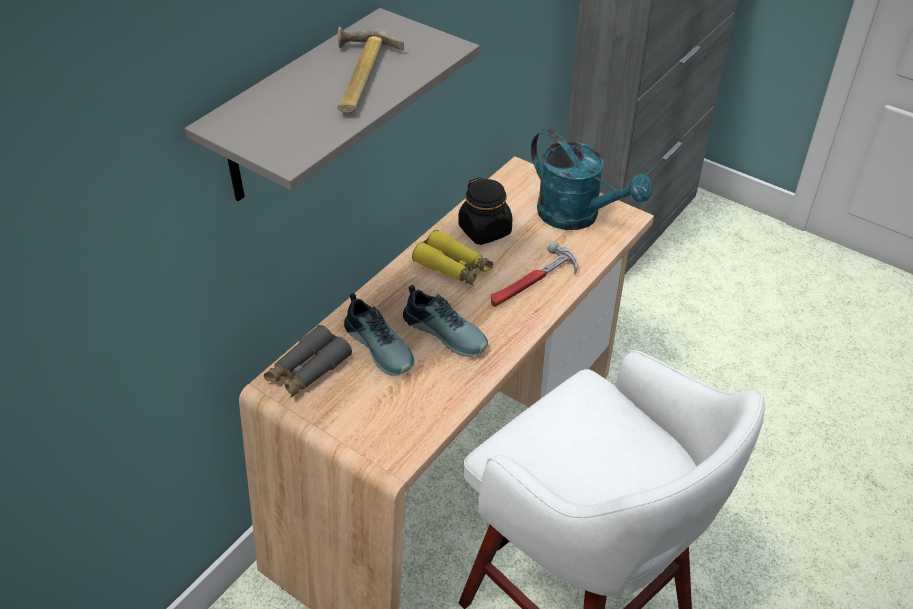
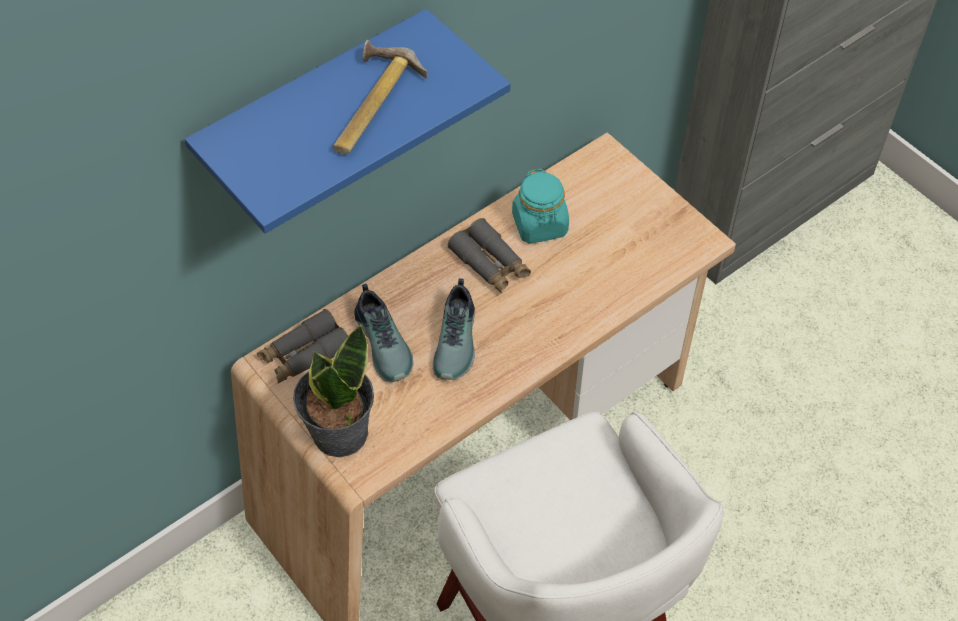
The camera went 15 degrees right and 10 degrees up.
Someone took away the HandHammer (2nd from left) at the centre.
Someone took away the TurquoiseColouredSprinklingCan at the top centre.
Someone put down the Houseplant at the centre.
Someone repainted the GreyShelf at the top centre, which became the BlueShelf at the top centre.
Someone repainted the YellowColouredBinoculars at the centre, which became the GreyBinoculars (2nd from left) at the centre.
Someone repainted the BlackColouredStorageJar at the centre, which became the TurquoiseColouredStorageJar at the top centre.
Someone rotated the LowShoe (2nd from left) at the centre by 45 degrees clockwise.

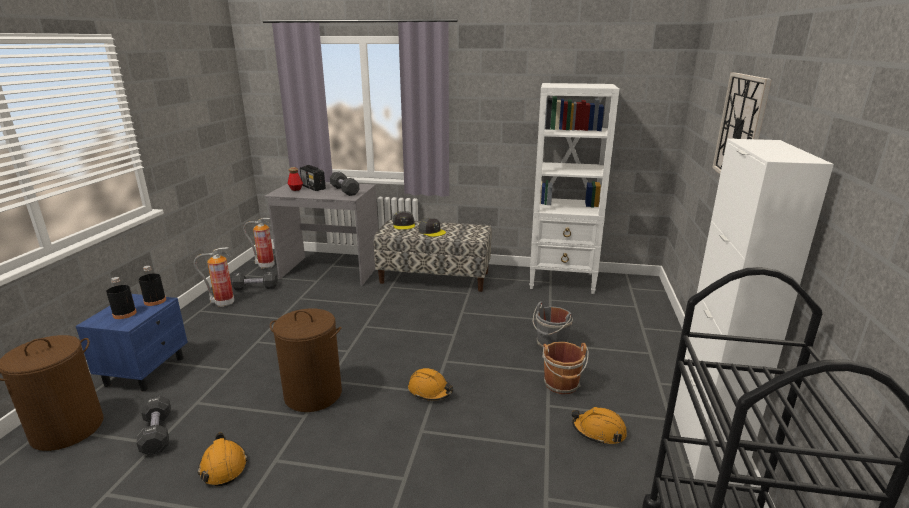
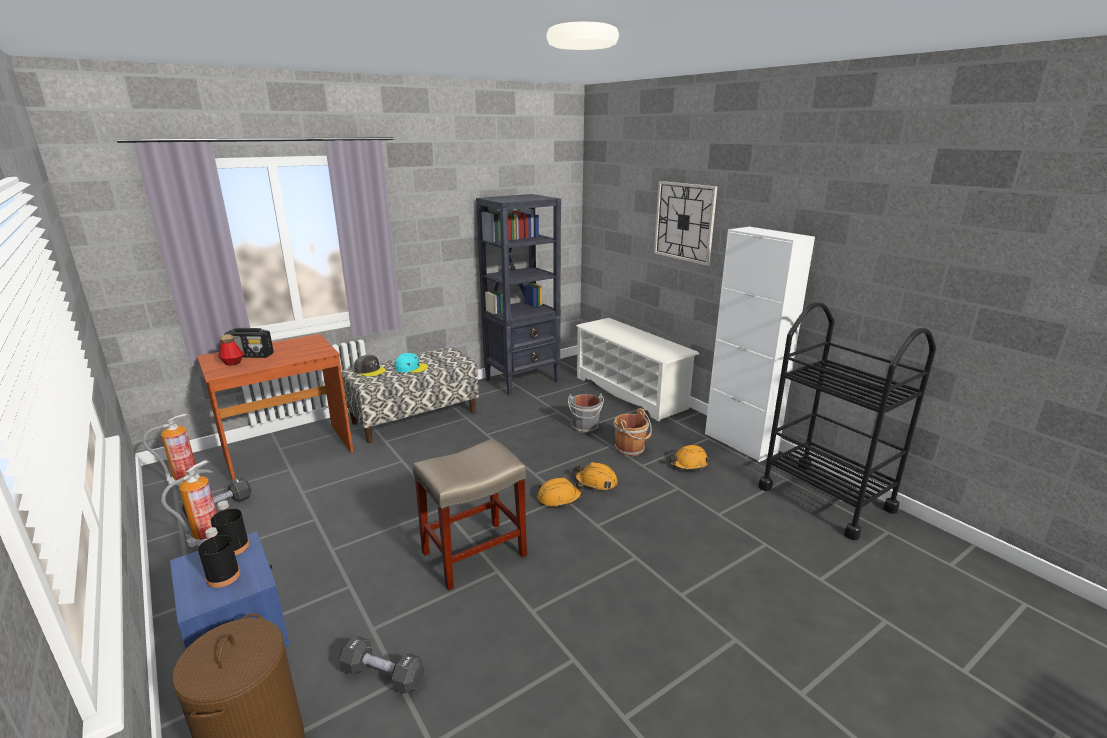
The camera went 45 degrees left and 0 degrees up.
Someone took away the BlackColouredHandWeight (3rd from left) at the centre.
Someone put down the WhitishShoeRack at the centre.
Someone carried the OrangeWorkHelmet (1st from left in the first image) from the bottom left to the centre.
Someone swapped the BrownHamper (2nd from left) at the bottom centre for the SandColouredStool at the bottom centre.
Someone repainted the GreyDesk at the centre, which became the BrownDesk at the middle left.
Someone repainted the GreyCap (2nd from left) at the centre, which became the TurquoiseColouredCap at the centre.
Someone repainted the WhitishShelvingUnit at the centre, which became the BlackColouredShelvingUnit at the centre.

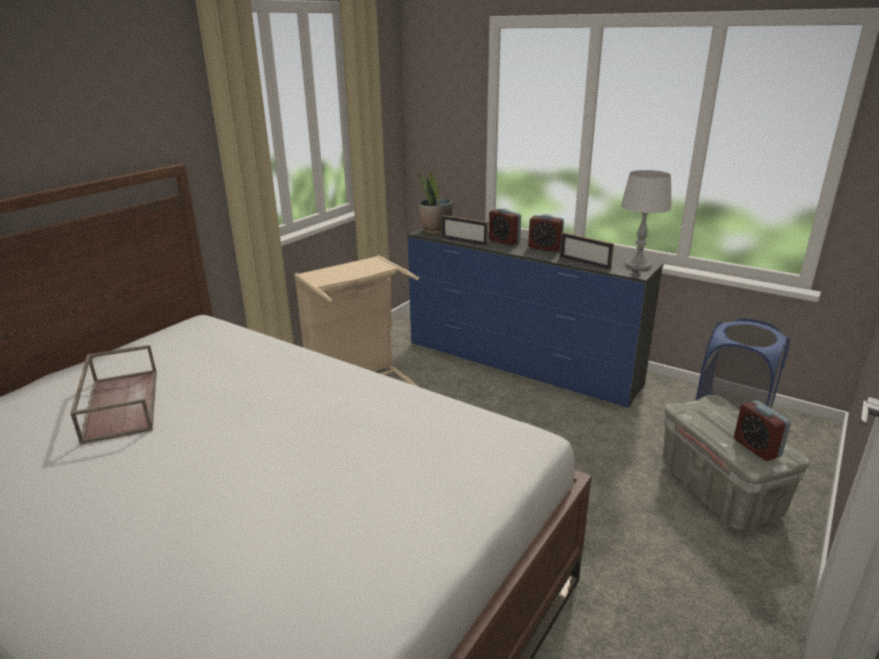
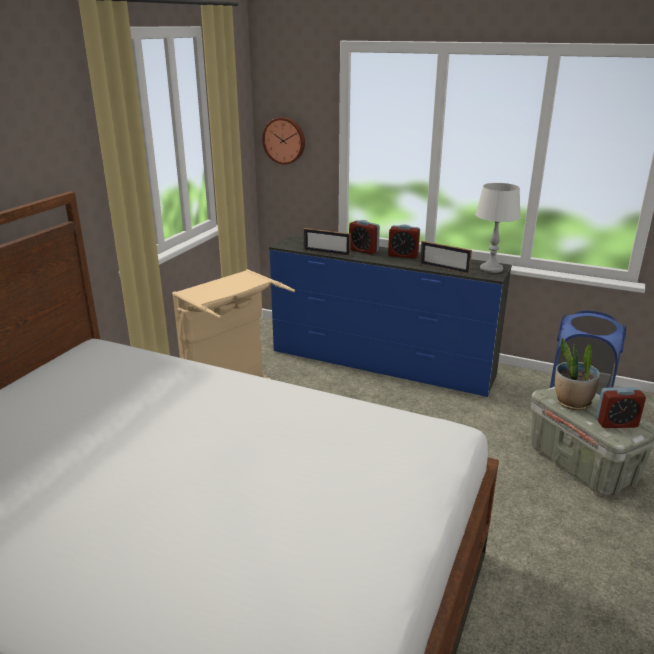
The camera went 10 degrees left and 0 degrees up.
Someone took away the BrownServingTray at the middle left.
Someone put up the ClockOnTheWall at the top centre.
Someone carried the Houseplant from the top centre to the middle right.
Someone rotated the AlarmClock (3rd from left) at the middle right by 60 degrees counterclockwise.

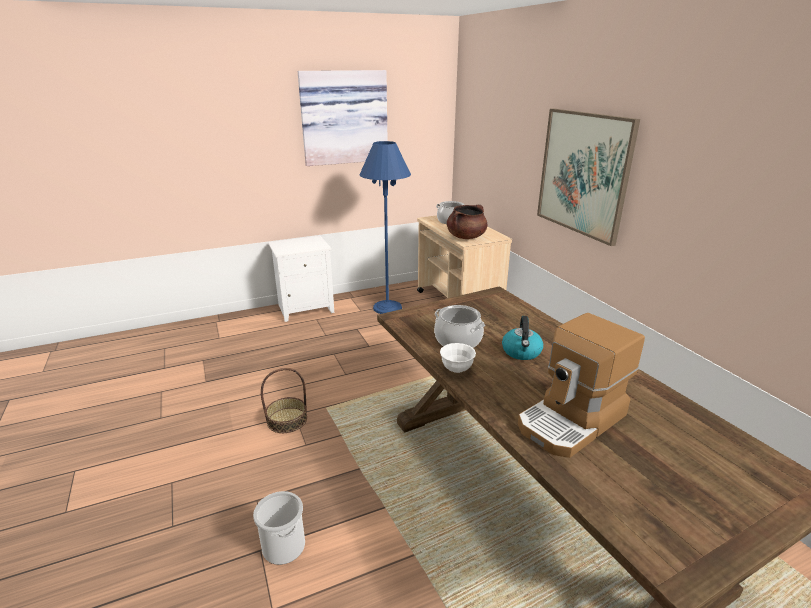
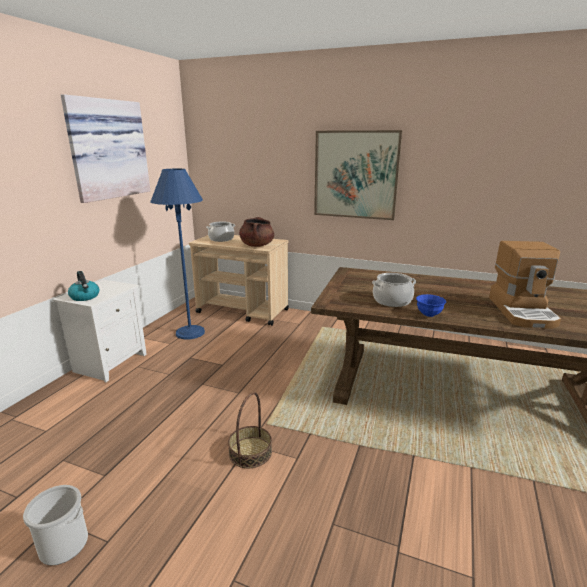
The camera went 45 degrees left and 5 degrees down.
Someone carried the WaterBucket from the bottom centre to the bottom left.
Someone carried the Kettle from the centre to the middle left.
Someone repainted the WhitishBowl at the centre, which became the BlueBowl at the middle right.

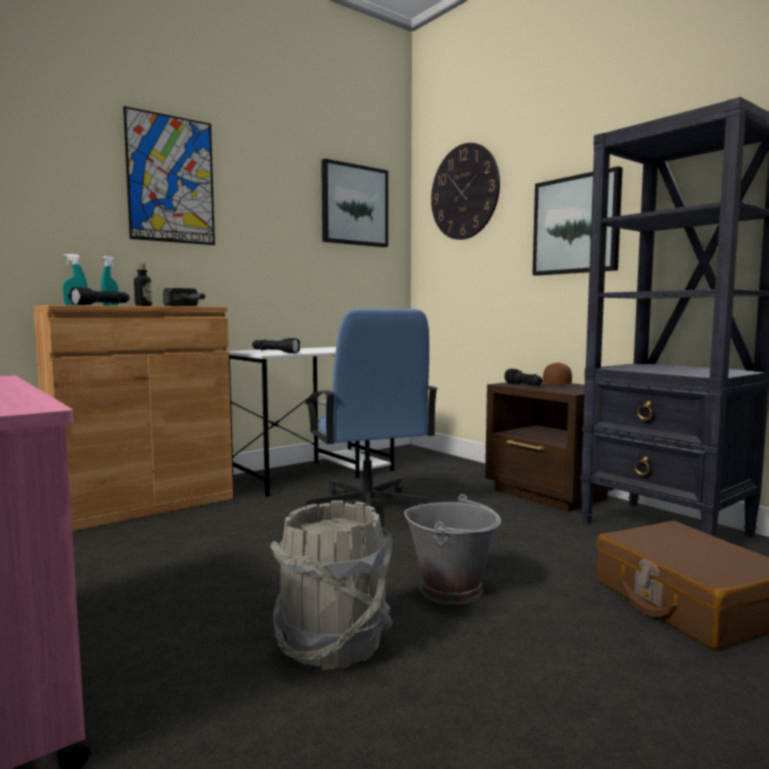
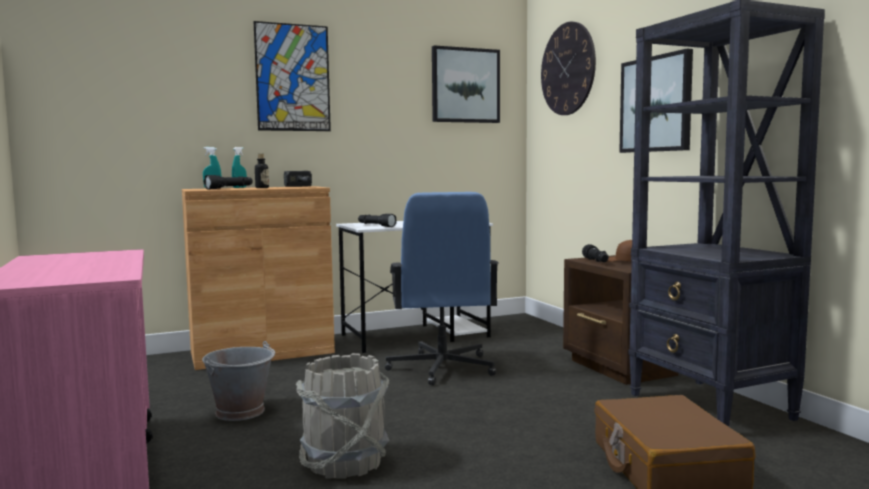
The camera went 15 degrees right and 0 degrees up.
Someone carried the GreyWaterBucket (2nd from left in the first image) from the bottom centre to the bottom left.

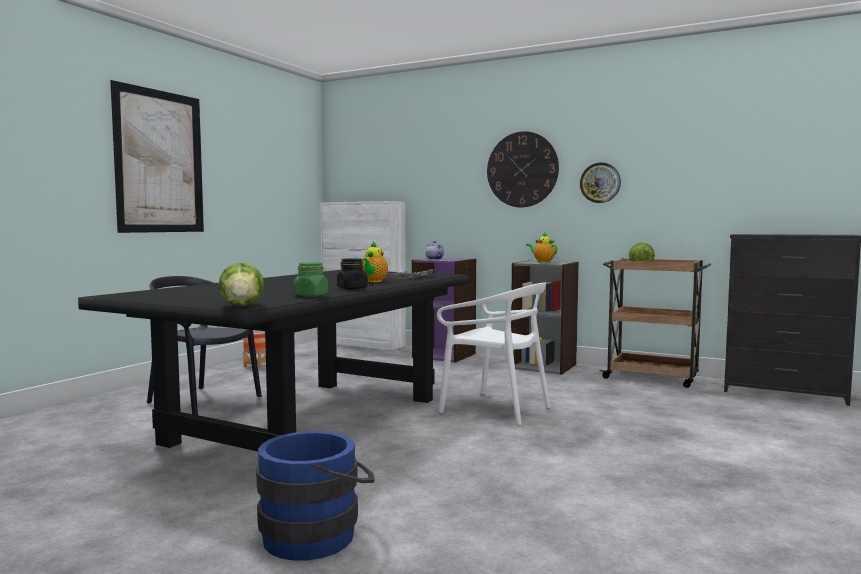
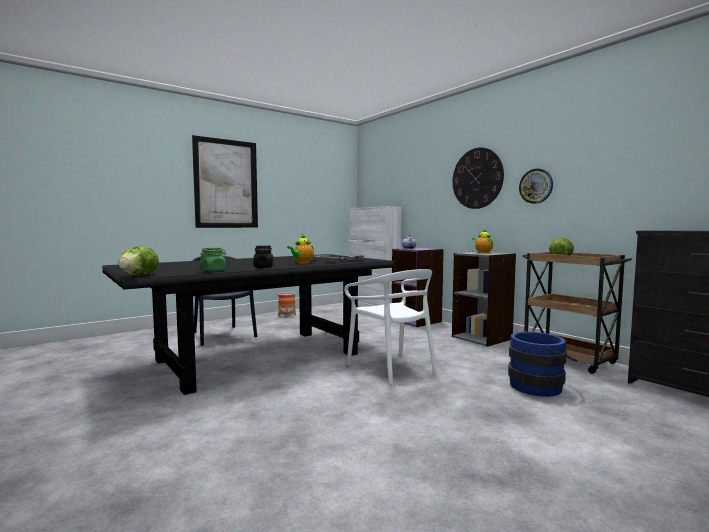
The camera went 25 degrees right and 0 degrees up.
Someone carried the BlueWaterBucket from the bottom centre to the bottom right.

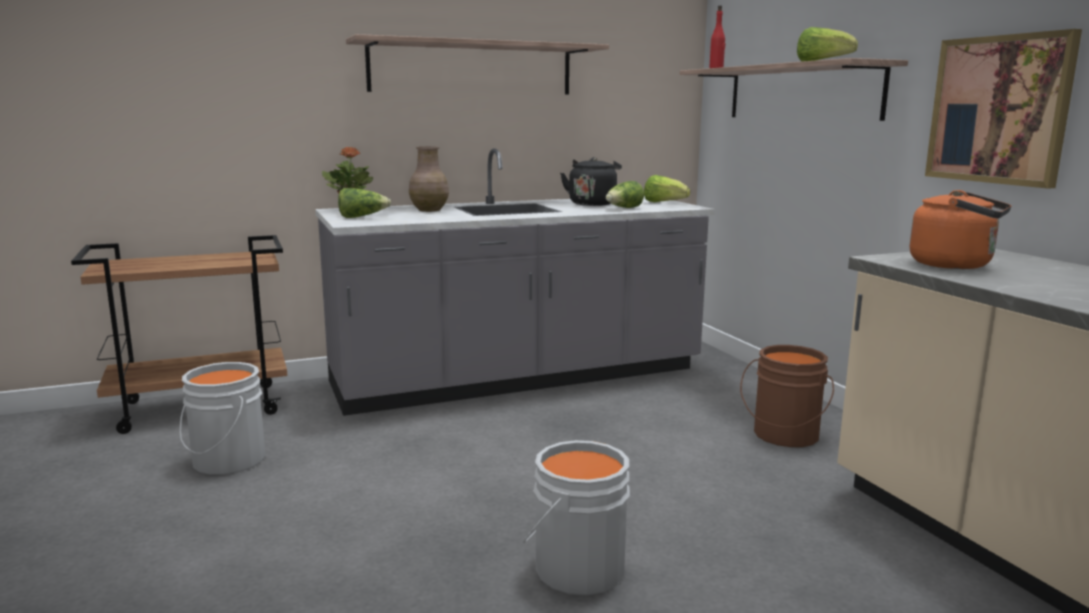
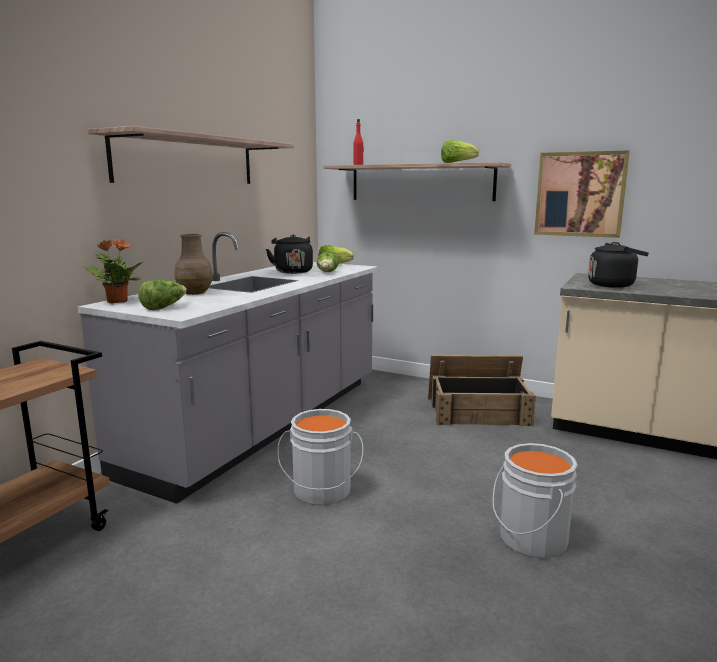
The camera went 40 degrees left and 0 degrees up.
Someone carried the GreyWaterBucket (1st from left) from the bottom left to the bottom centre.
Someone swapped the BrownWaterBucket at the middle right for the PackingCrate at the middle right.
Someone repainted the OrangeKettle at the middle right, which became the BlackColouredKettle (2nd from left) at the middle right.

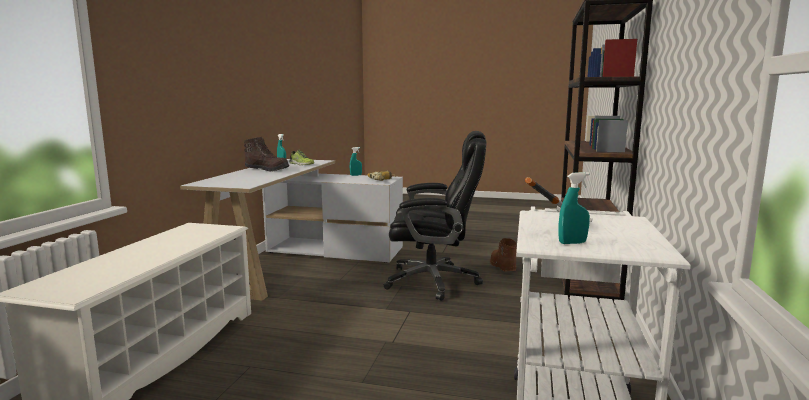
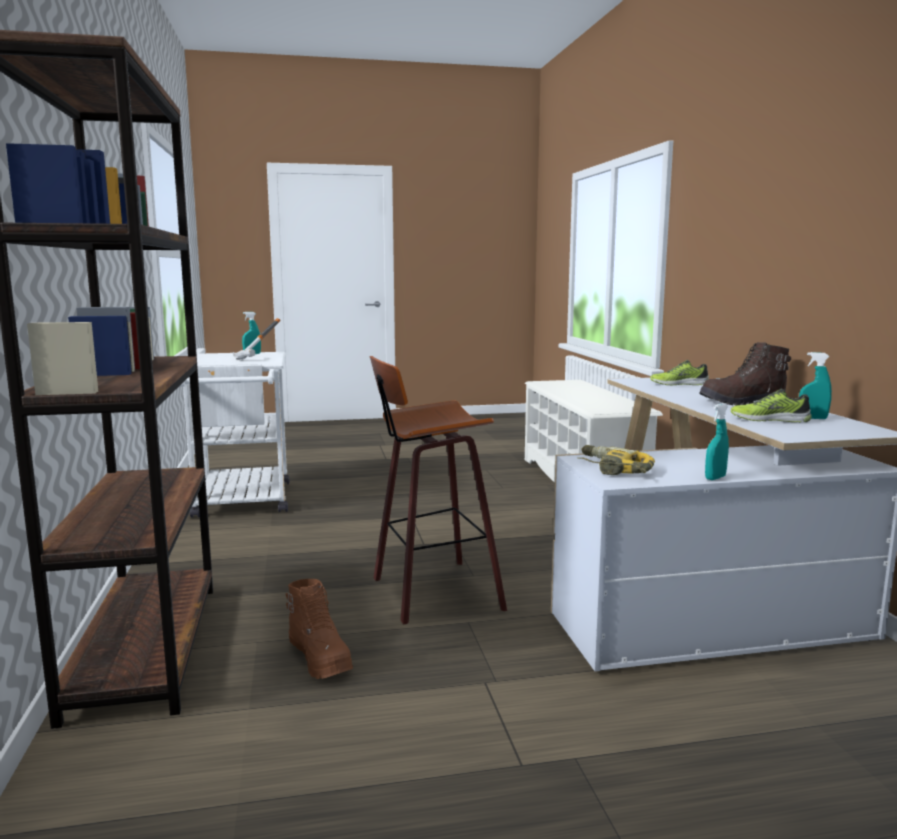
The camera went 155 degrees right and 0 degrees up.
Someone put down the LowShoe (1st from left) at the middle right.
Someone swapped the BlackColouredComputerChair at the centre for the Stool at the centre.

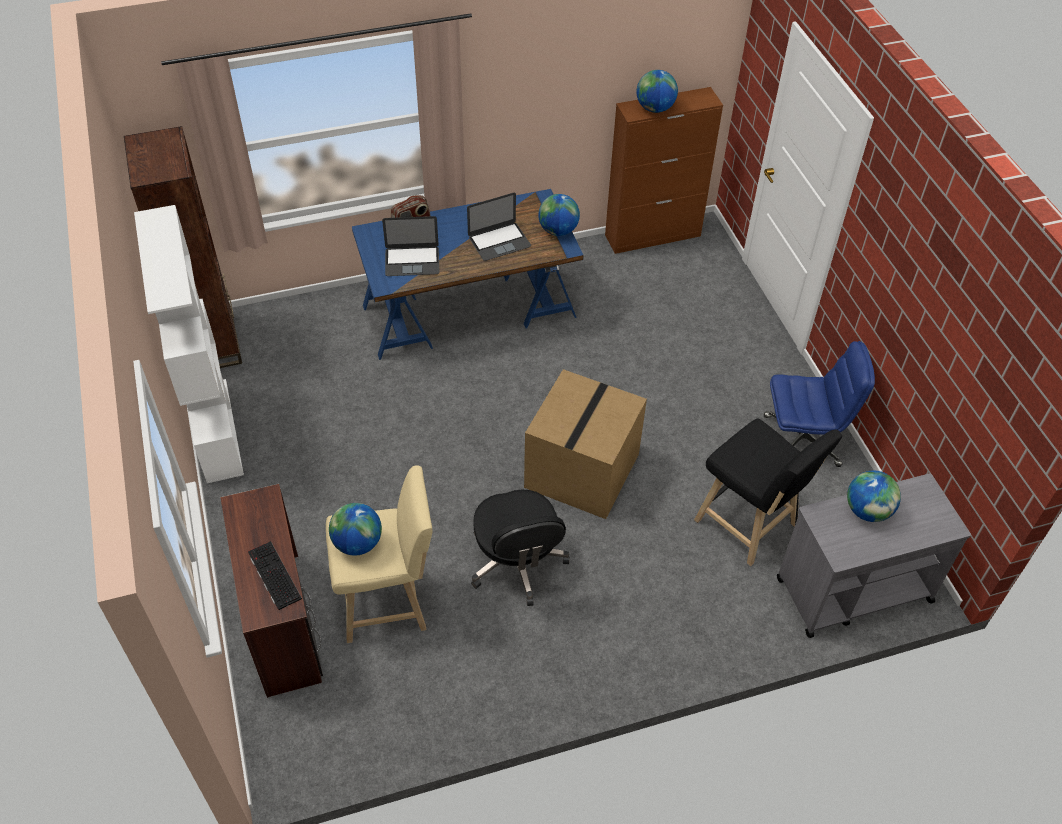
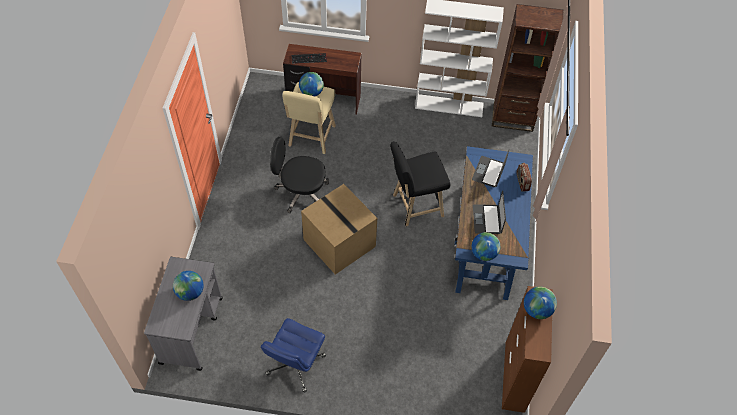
The camera went 115 degrees right and 5 degrees up.
Someone carried the BlackColouredStool from the middle right to the centre.

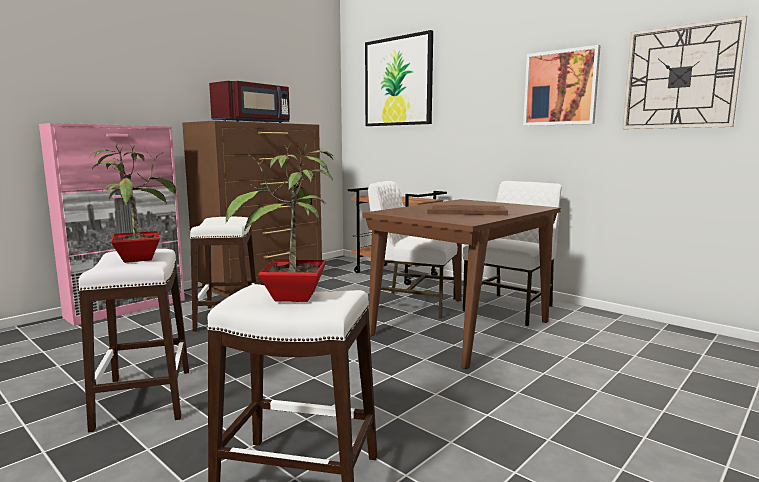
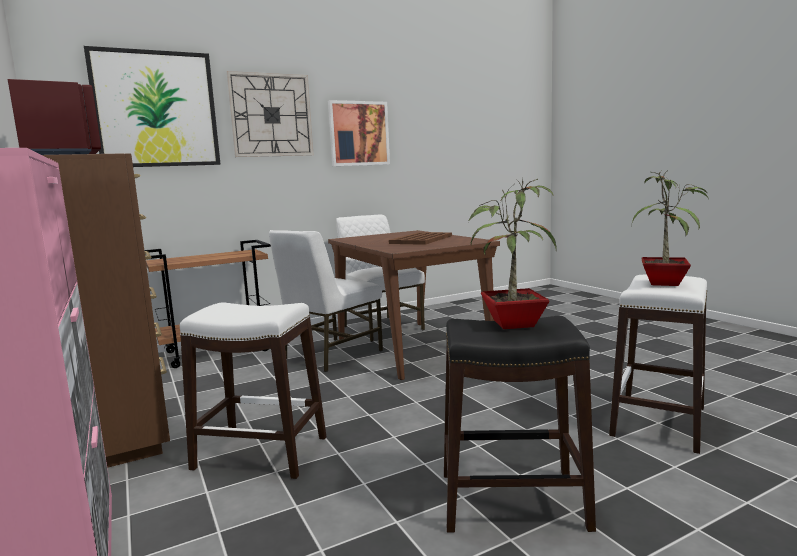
The camera went 70 degrees left and 0 degrees up.
Someone carried the ClockOnTheWall from the top right to the top centre.
Someone repainted the WhitishStool (1st from left) at the bottom left, which became the BlackColouredStool at the bottom centre.

